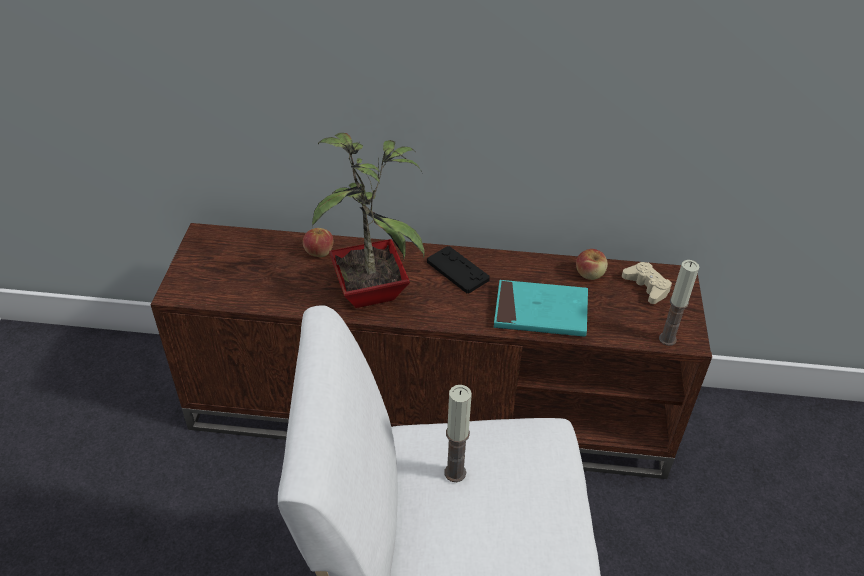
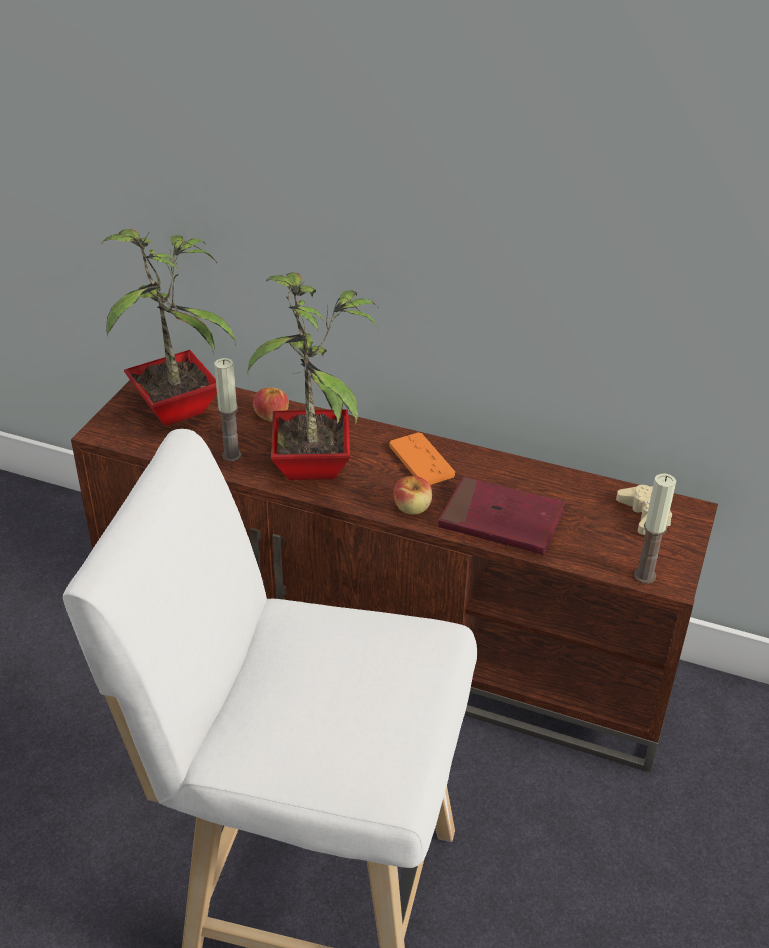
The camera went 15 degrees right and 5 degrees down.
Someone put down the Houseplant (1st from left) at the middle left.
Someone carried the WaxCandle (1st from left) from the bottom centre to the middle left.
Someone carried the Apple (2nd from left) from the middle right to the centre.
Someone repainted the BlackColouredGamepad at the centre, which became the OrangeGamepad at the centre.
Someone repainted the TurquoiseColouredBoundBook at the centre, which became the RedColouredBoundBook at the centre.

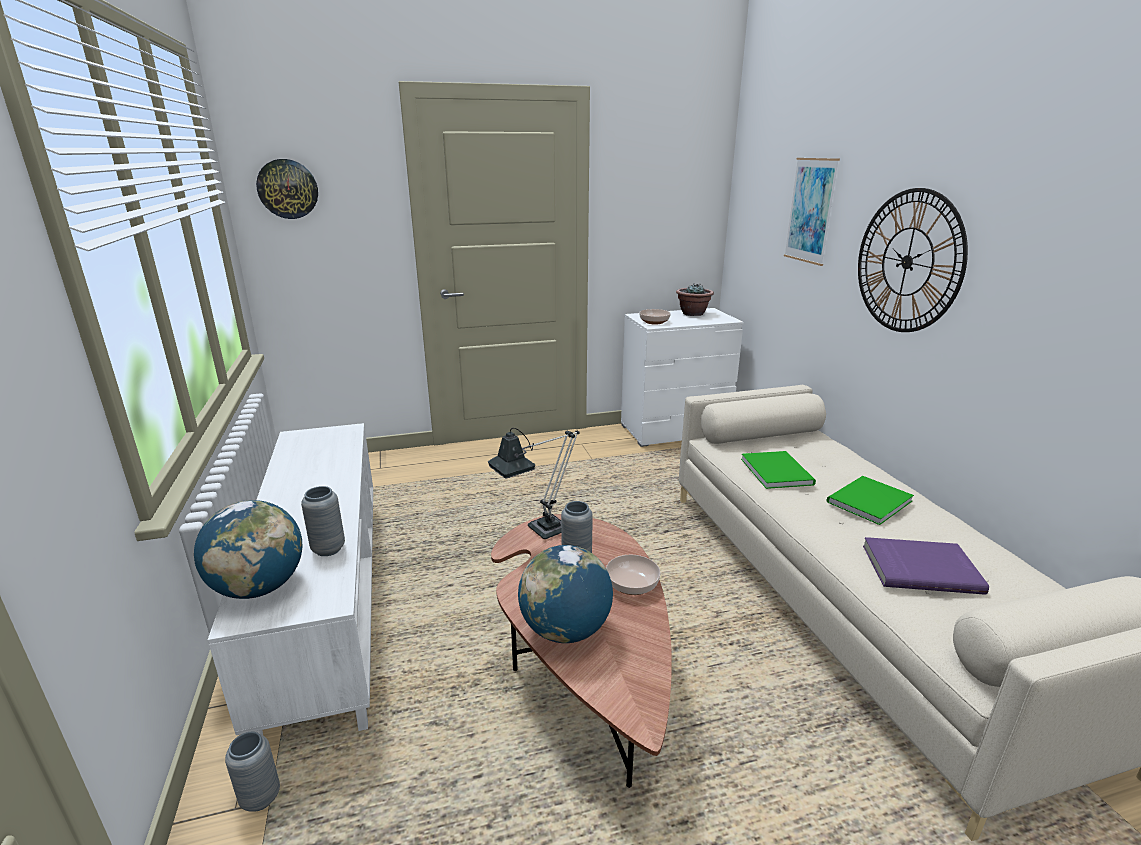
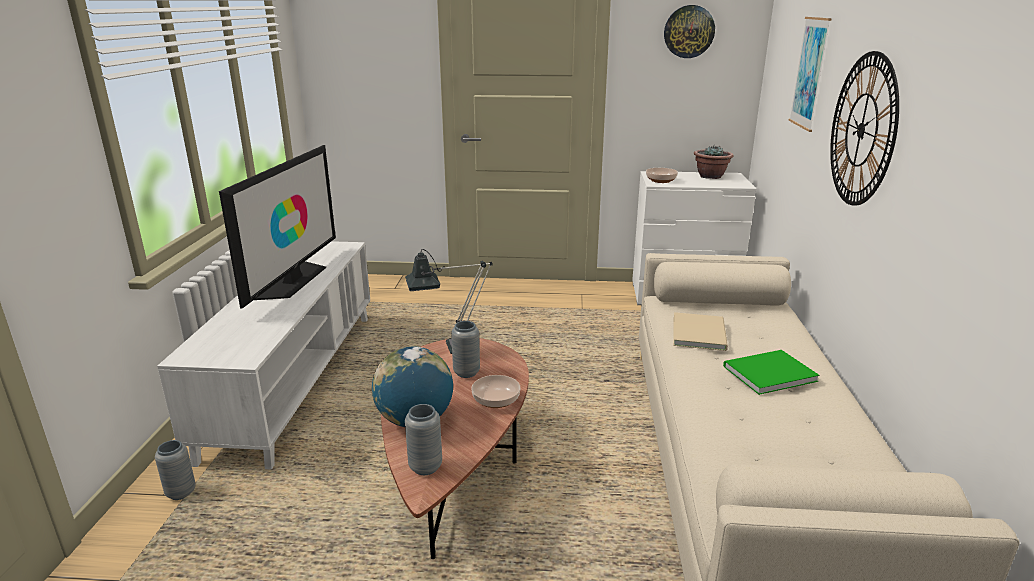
The camera went 20 degrees right and 0 degrees up.
Someone took away the DeskGlobe (1st from left) at the middle left.
Someone took away the PurpleColouredBoundBook at the bottom right.
Someone put down the Television at the middle left.
Someone carried the ClockOnTheWall (1st from left) from the top left to the top centre.
Someone carried the GreyFlowerVase (2nd from left) from the middle left to the bottom centre.
Someone repainted the GreenishBoundBook (1st from left) at the middle right, which became the SandColouredBoundBook at the middle right.

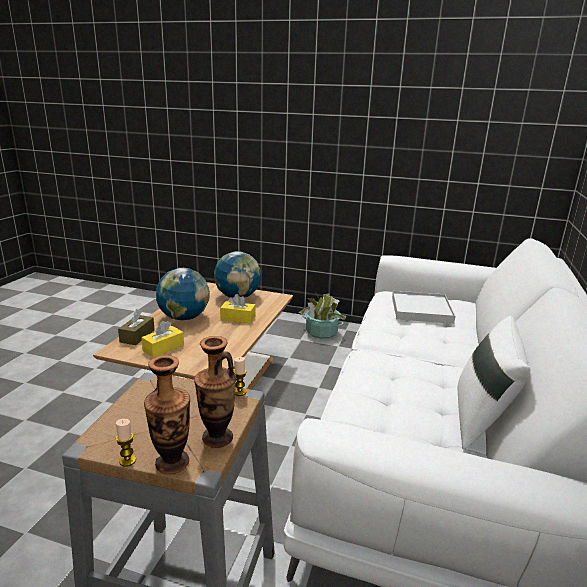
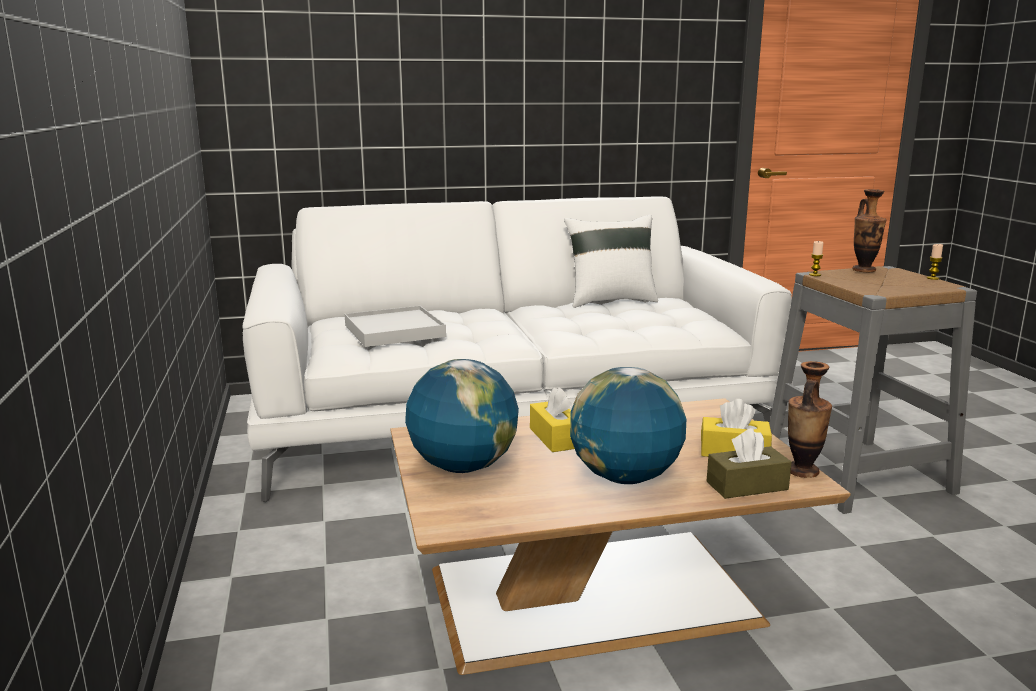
The camera went 120 degrees left and 5 degrees down.
Someone took away the Houseplant at the centre.
Someone carried the FlowerVase (1st from left) from the bottom left to the middle right.

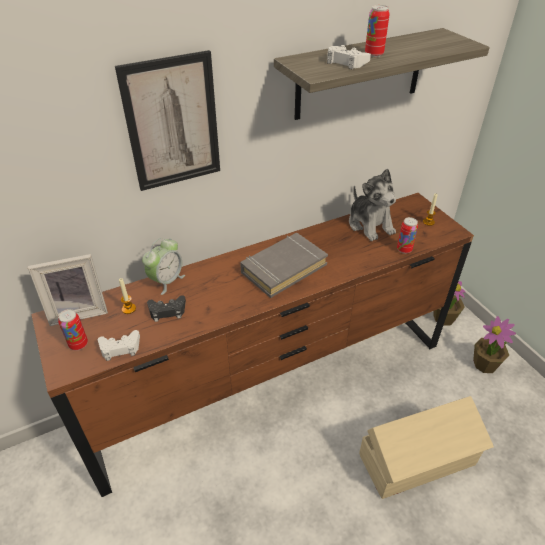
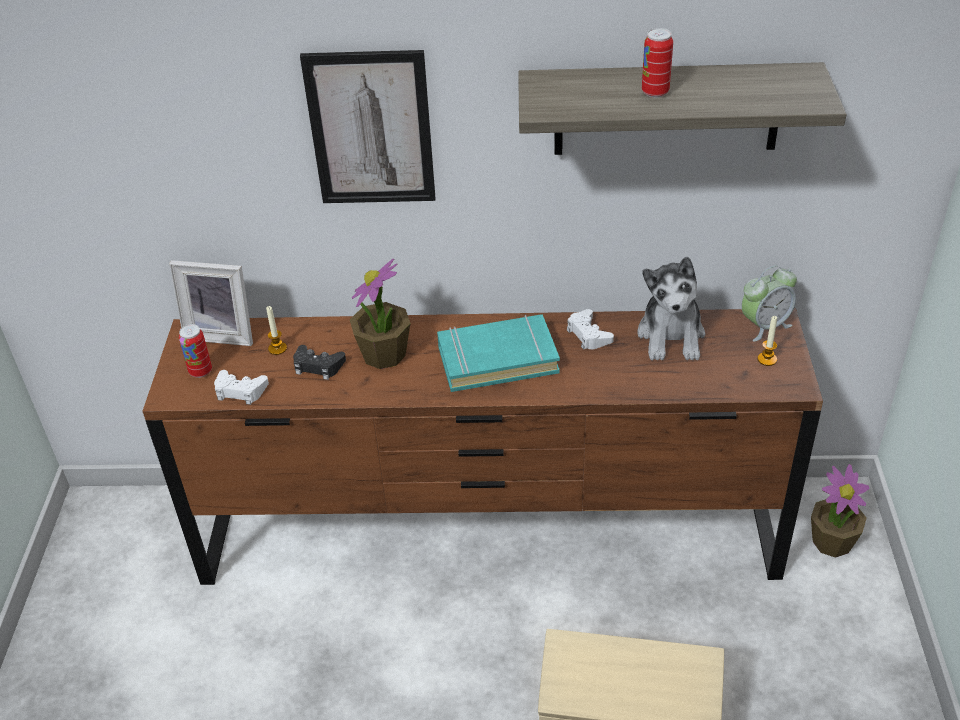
The camera went 30 degrees right and 0 degrees up.
Someone took away the Can (3rd from left) at the middle right.
Someone carried the AlarmClock from the middle left to the middle right.
Someone carried the WhitishGamepad (2nd from left) from the top centre to the centre.
Someone carried the Houseplant (2nd from left in the first image) from the middle right to the centre.
Someone repainted the GreyBoundBook at the centre, which became the TurquoiseColouredBoundBook at the centre.

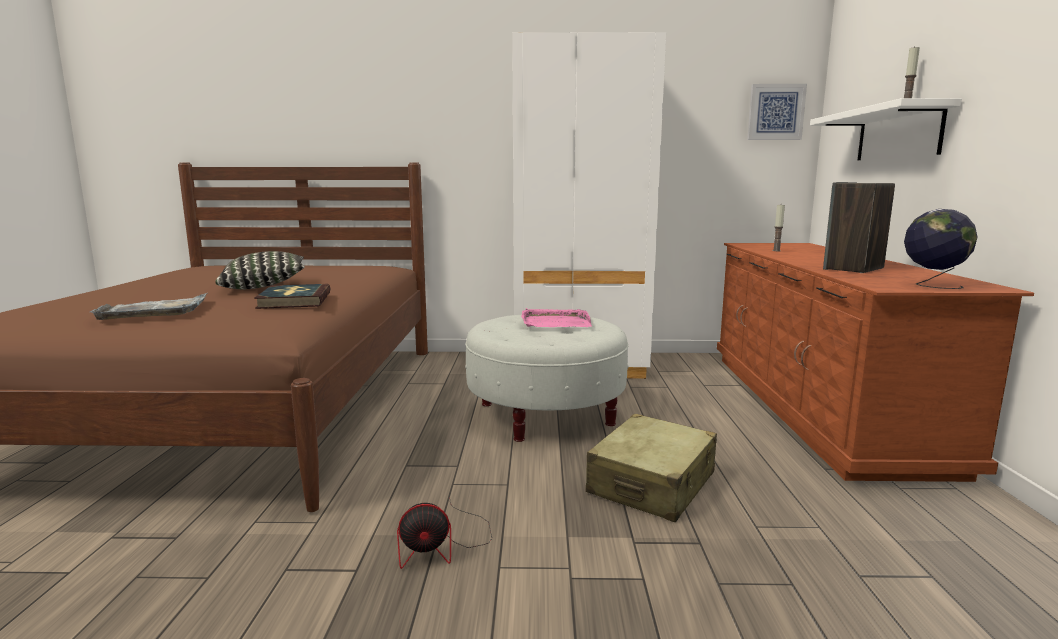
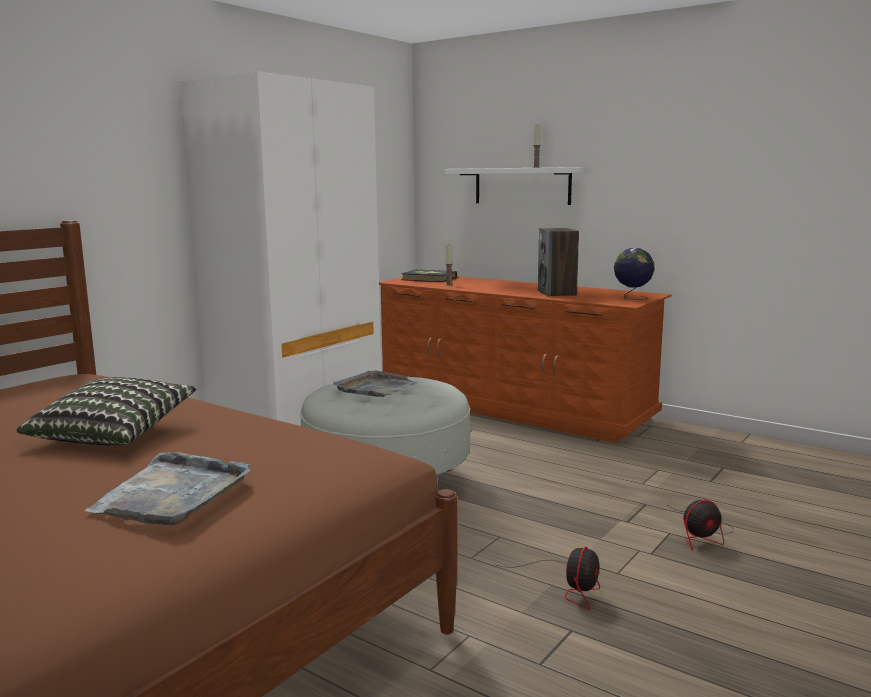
The camera went 55 degrees left and 0 degrees up.
Someone took away the SandColouredSuitcase at the bottom centre.
Someone took away the WallPicture at the top right.
Someone put down the ElectricFan (2nd from left) at the bottom right.
Someone carried the BoundBook from the middle left to the centre.
Someone repainted the PinkishServingTray at the centre, which became the GreyServingTray (2nd from left) at the centre.

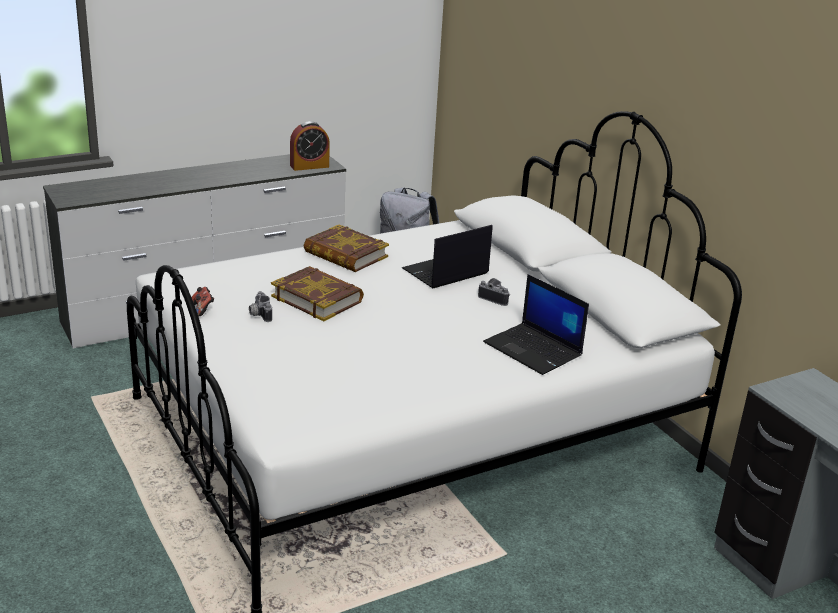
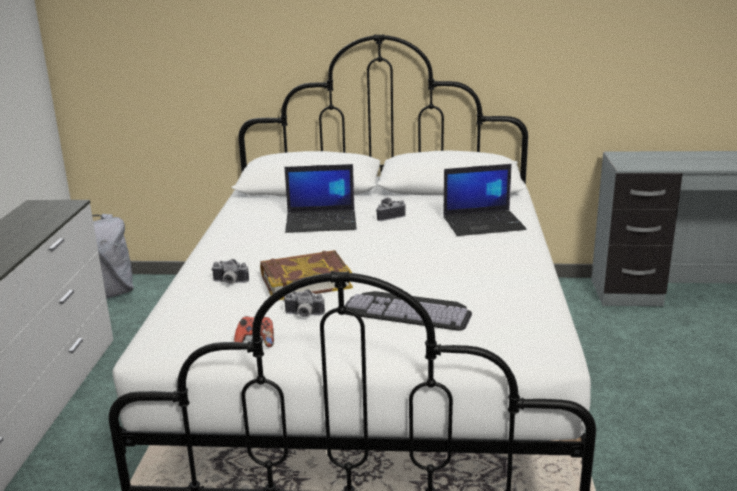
The camera went 55 degrees left and 5 degrees down.
Someone took away the AlarmClock at the top centre.
Someone took away the BoundBook (2nd from left) at the centre.
Someone put down the PhotoCamera (1st from left) at the middle left.
Someone put down the ComputerKeyboard at the centre.
Someone rotated the PortableComputer (1st from left) at the centre by 90 degrees counterclockwise.

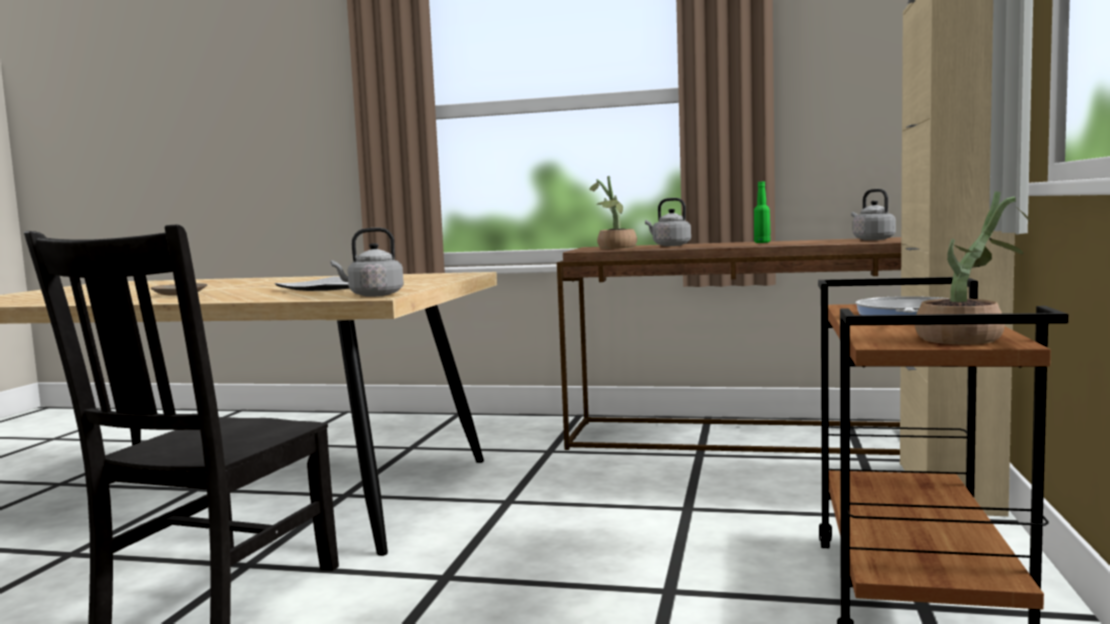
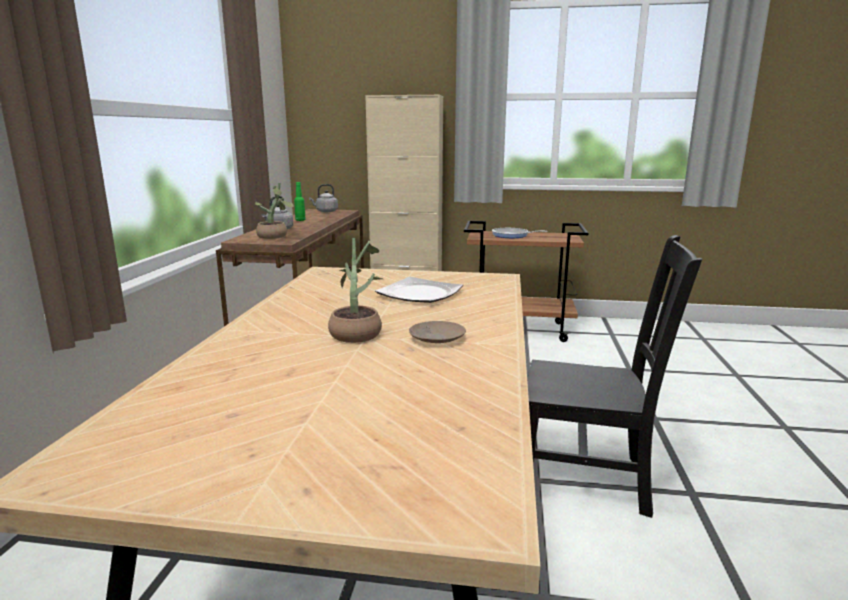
The camera went 95 degrees left and 10 degrees up.
Someone took away the GreyKettle (1st from left) at the middle left.
Someone carried the Houseplant (2nd from left) from the middle right to the centre.

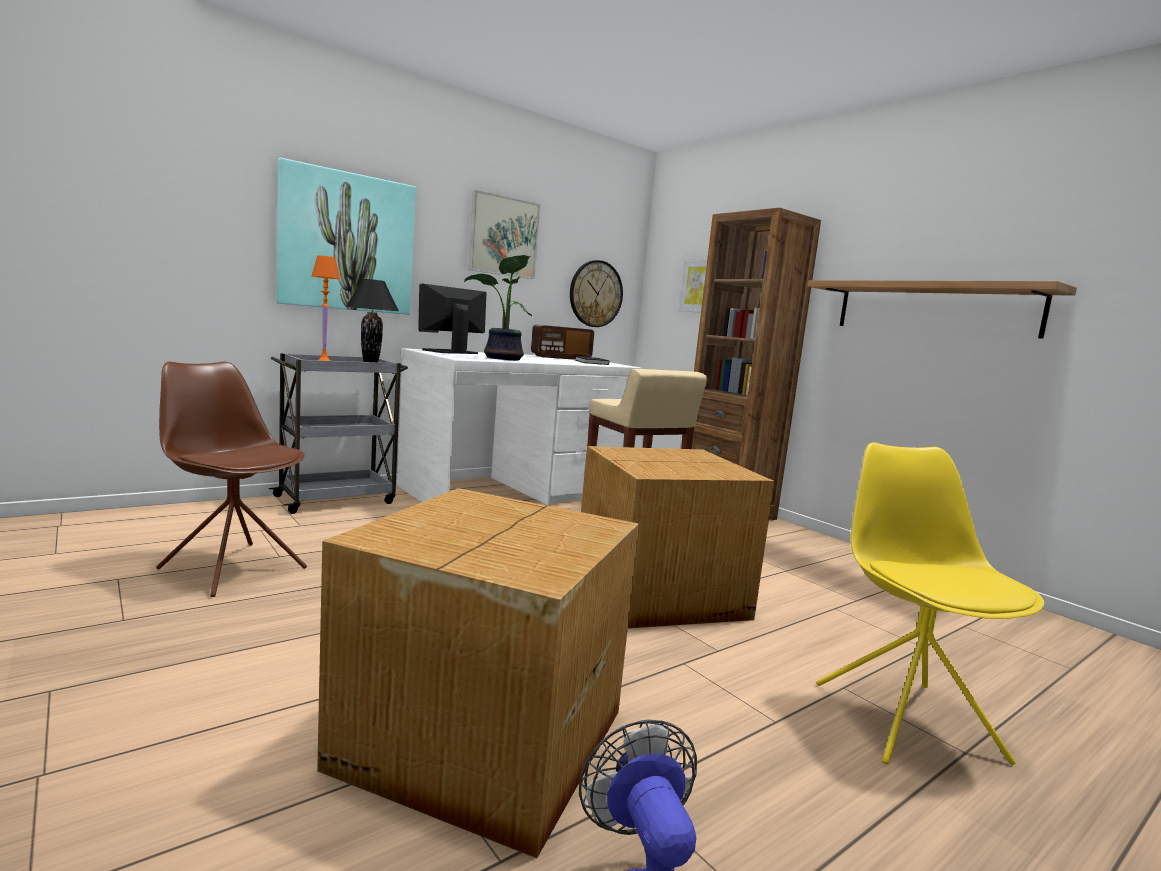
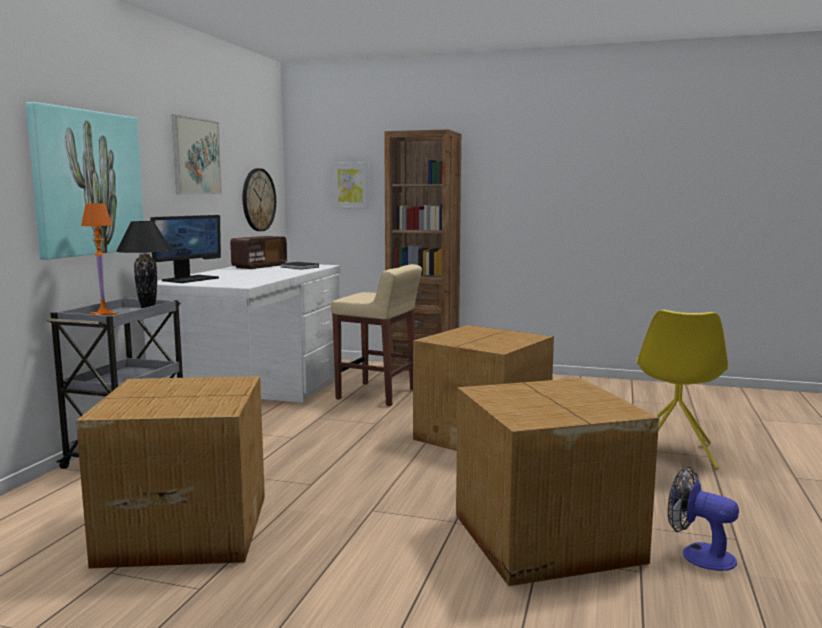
The camera went 35 degrees left and 0 degrees up.
Someone took away the Houseplant at the centre.
Someone took away the Shelf at the middle right.
Someone swapped the BrownPlainChair at the middle left for the Carton (1st from left) at the bottom left.
Someone rotated the ComputerScreen at the centre by 150 degrees counterclockwise.
Someone rotated the YellowColouredPlainChair at the bottom right by 120 degrees counterclockwise.

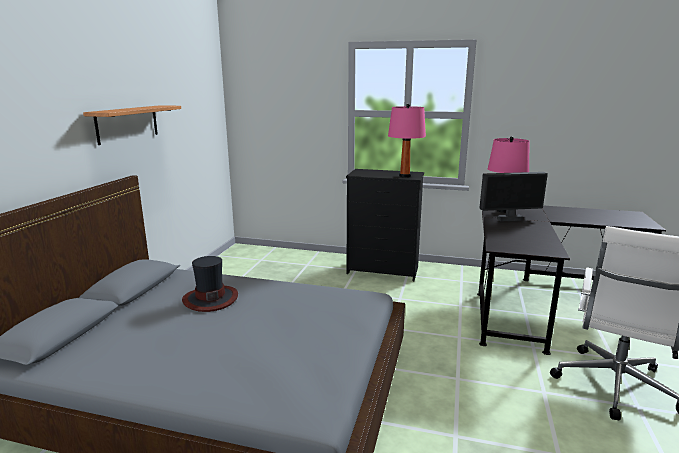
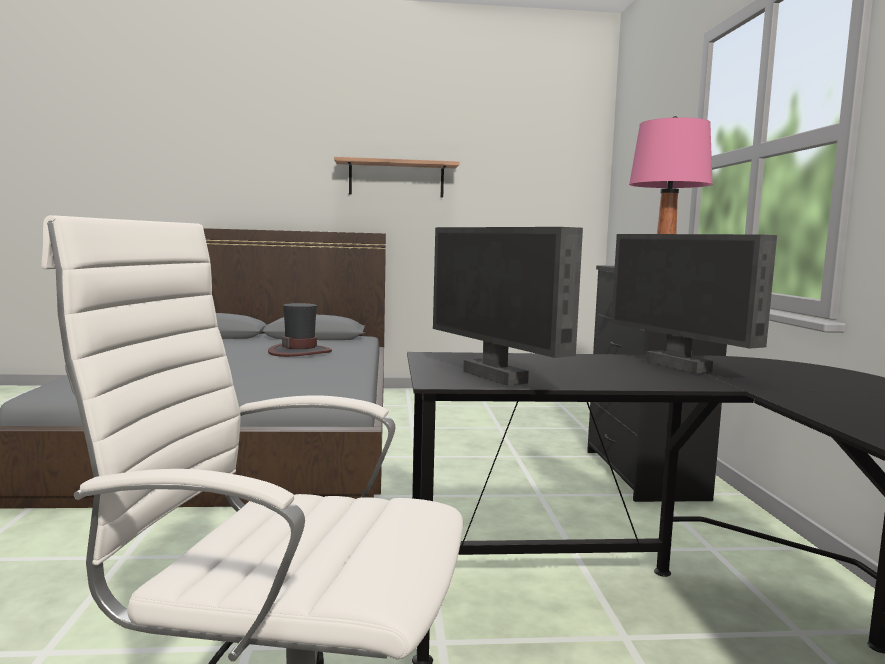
The camera went 70 degrees right and 10 degrees down.
Someone took away the PinkishLampForATable (2nd from left) at the middle right.
Someone put down the ComputerScreen (1st from left) at the centre.

